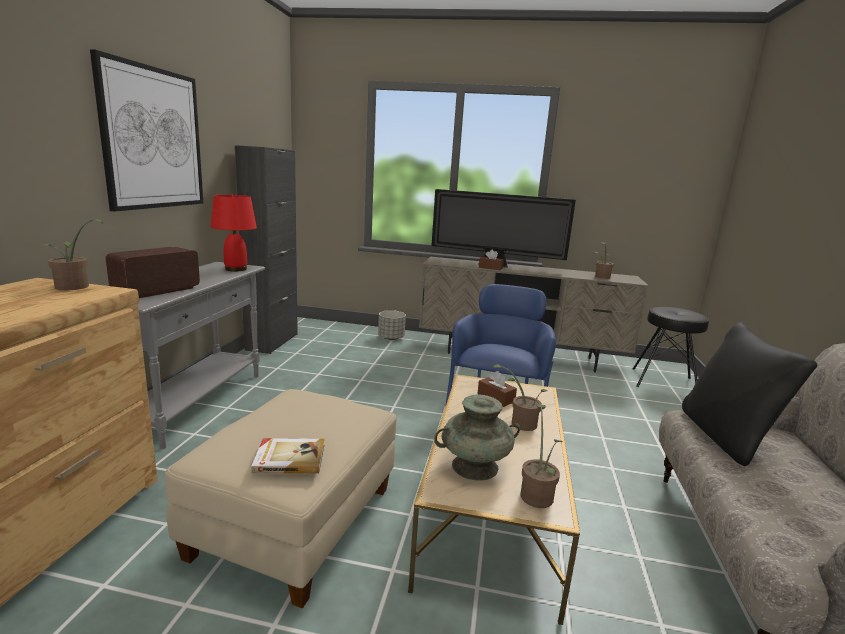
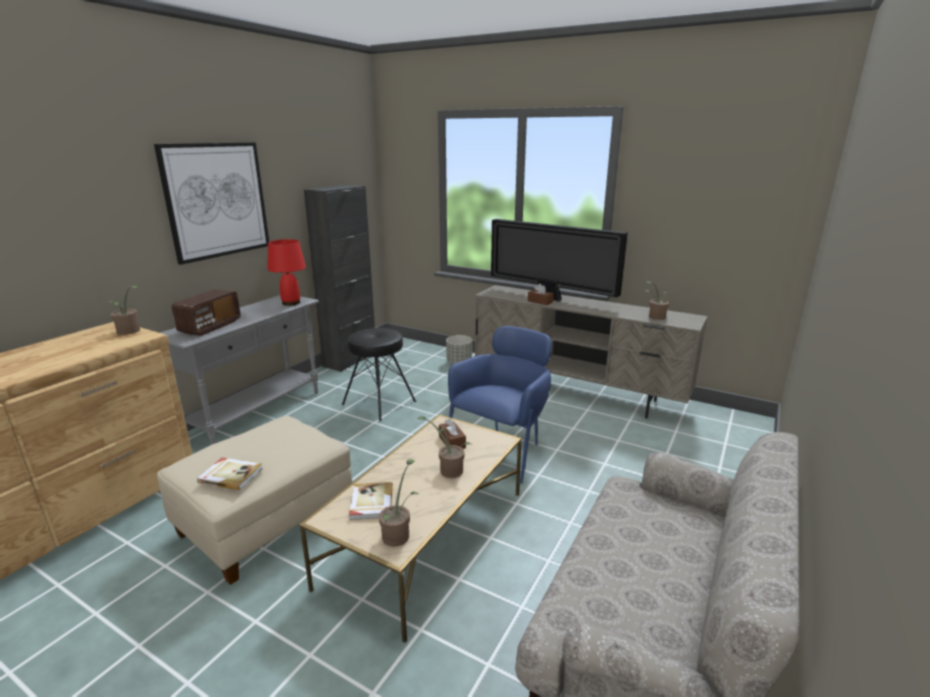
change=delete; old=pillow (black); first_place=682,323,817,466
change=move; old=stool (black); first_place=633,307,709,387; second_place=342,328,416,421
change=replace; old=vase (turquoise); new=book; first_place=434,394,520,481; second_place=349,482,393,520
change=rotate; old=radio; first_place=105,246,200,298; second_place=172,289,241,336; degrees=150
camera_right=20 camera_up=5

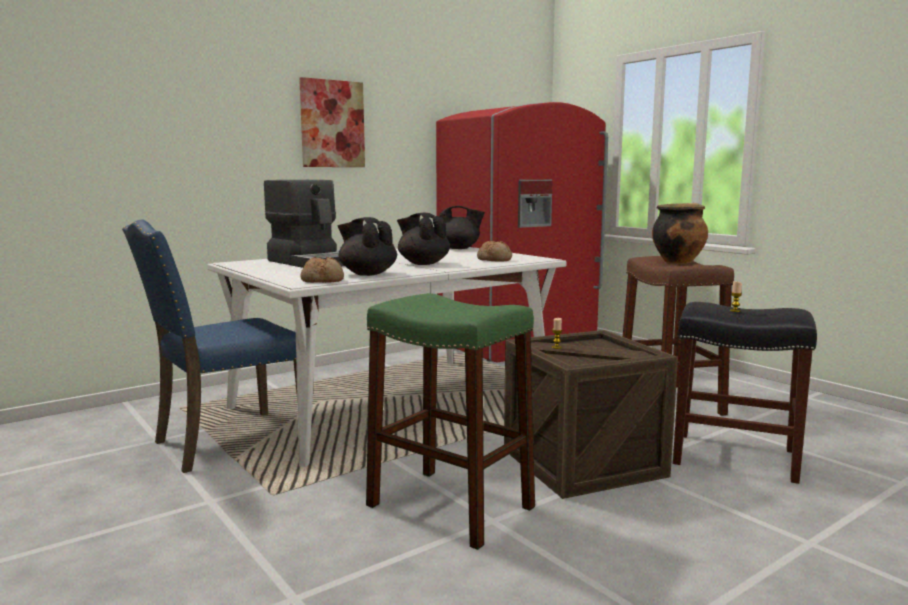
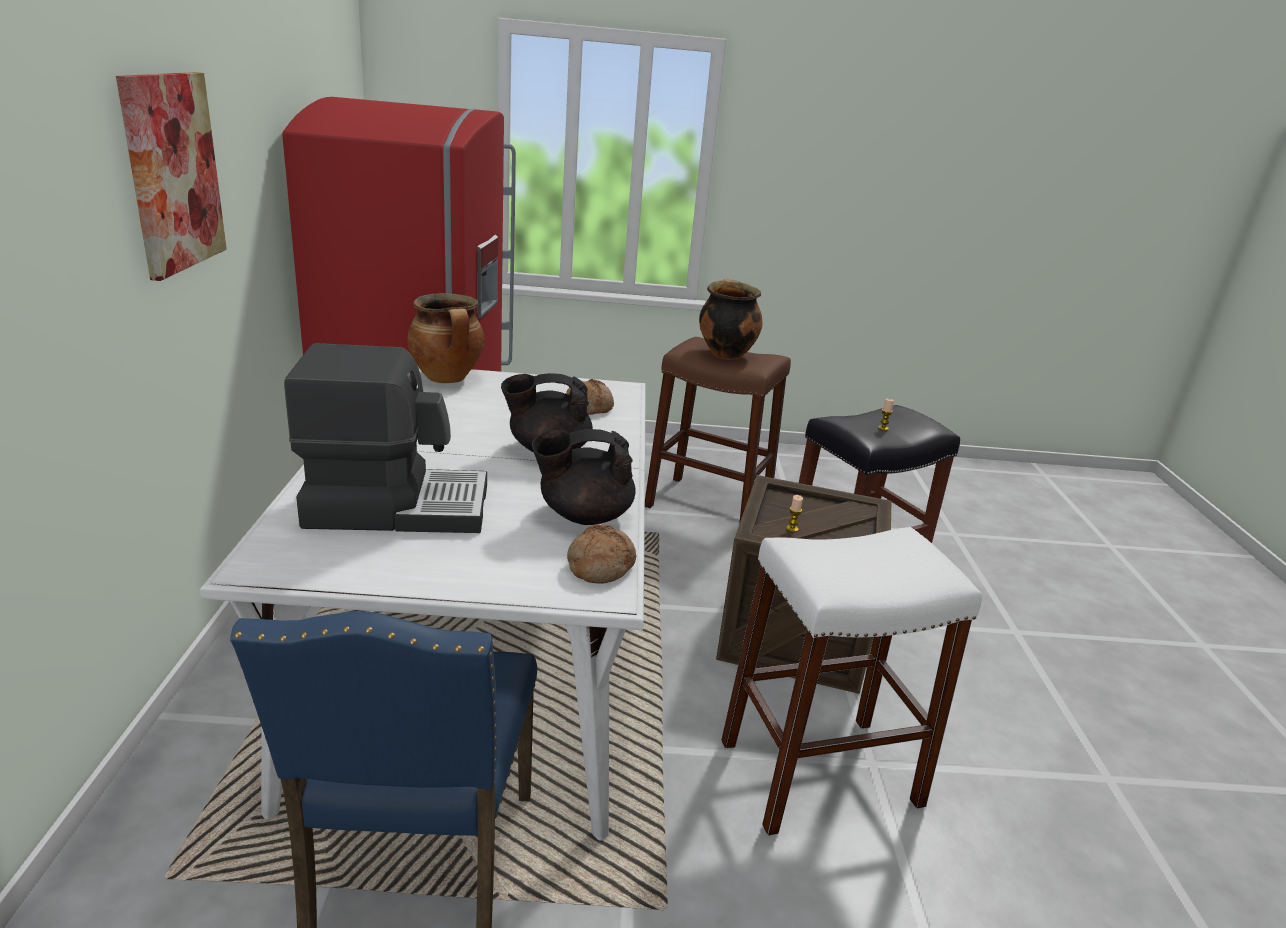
change=replace; old=teapot (black); new=cooking pot; first_place=439,206,485,249; second_place=407,293,484,383
change=recolor; old=stool (green); new=stool (white); first_place=366,293,535,550; second_place=721,527,982,836
camera_right=-55 camera_up=15

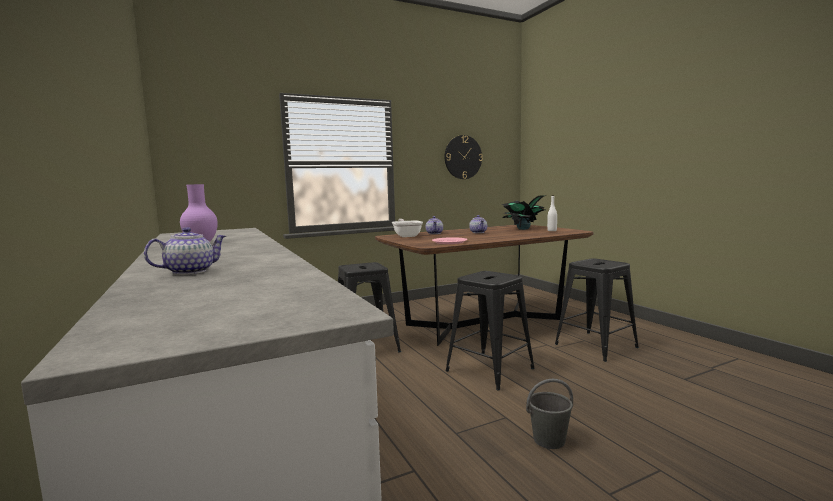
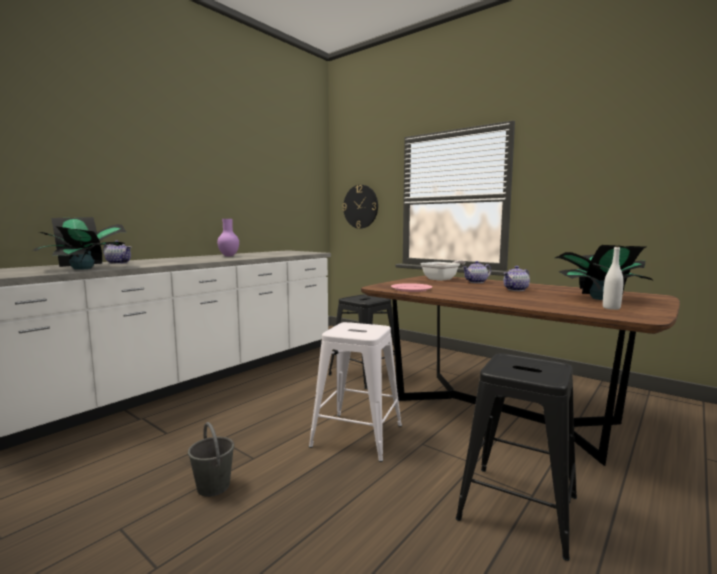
change=insert; new=potted plant; second_place=32,217,126,270
change=move; old=wall clock; first_place=445,135,483,179; second_place=343,185,378,229
change=recolor; old=stool (black); new=stool (white); first_place=445,271,535,391; second_place=309,322,402,462
camera_right=65 camera_up=0

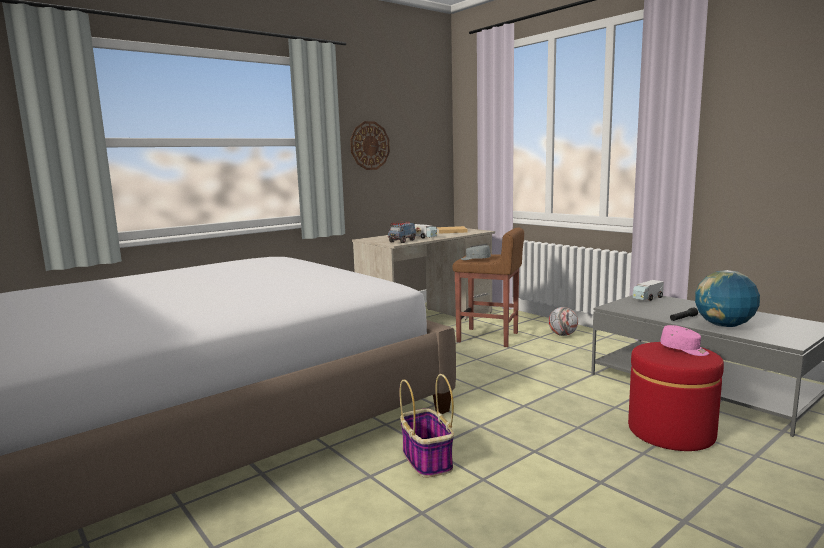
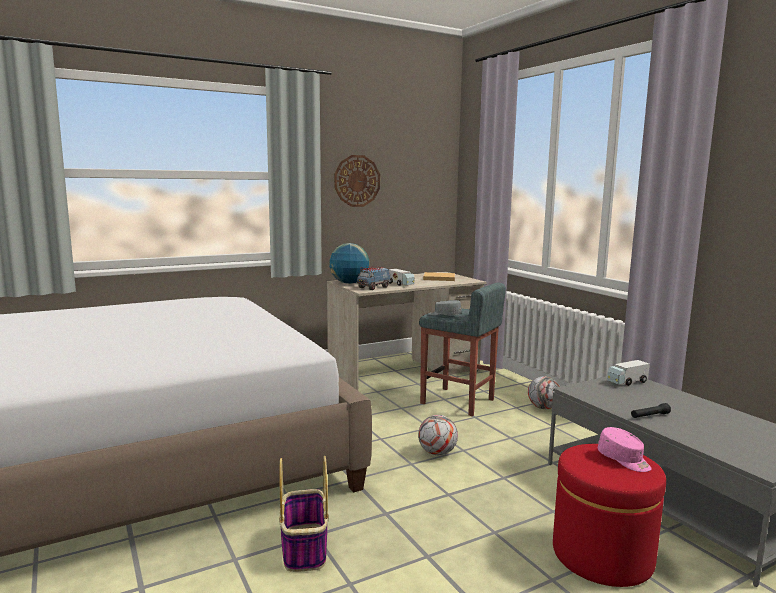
change=insert; new=football; second_place=418,415,458,455
change=move; old=globe; first_place=695,270,760,327; second_place=329,243,369,284
change=recolor; old=stool (brown); new=stool (grey); first_place=452,227,524,347; second_place=419,282,506,416
camera_right=10 camera_up=0

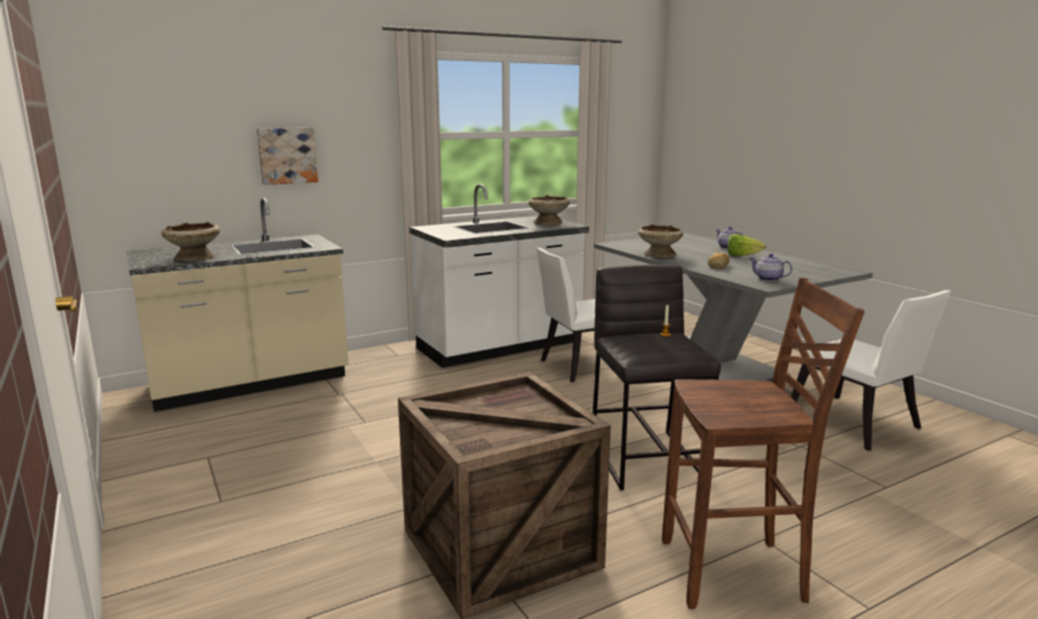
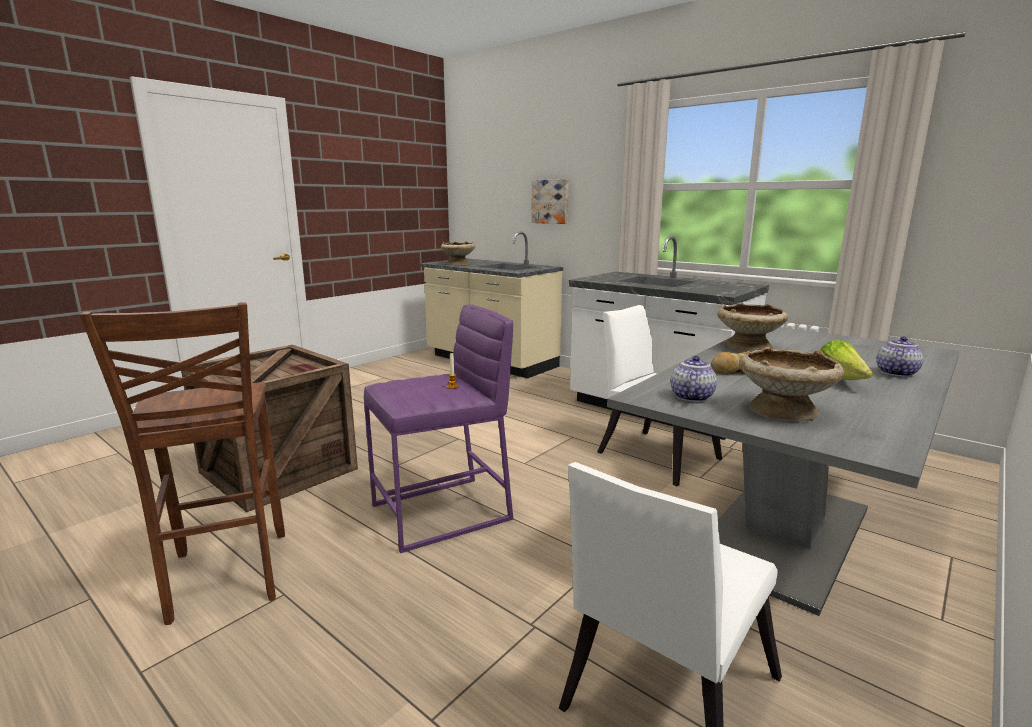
change=move; old=bowl (beige); first_place=529,194,570,225; second_place=739,347,844,421
change=recolor; old=stool (grey); new=stool (purple); first_place=593,264,721,490; second_place=364,304,513,553
camera_right=70 camera_up=0

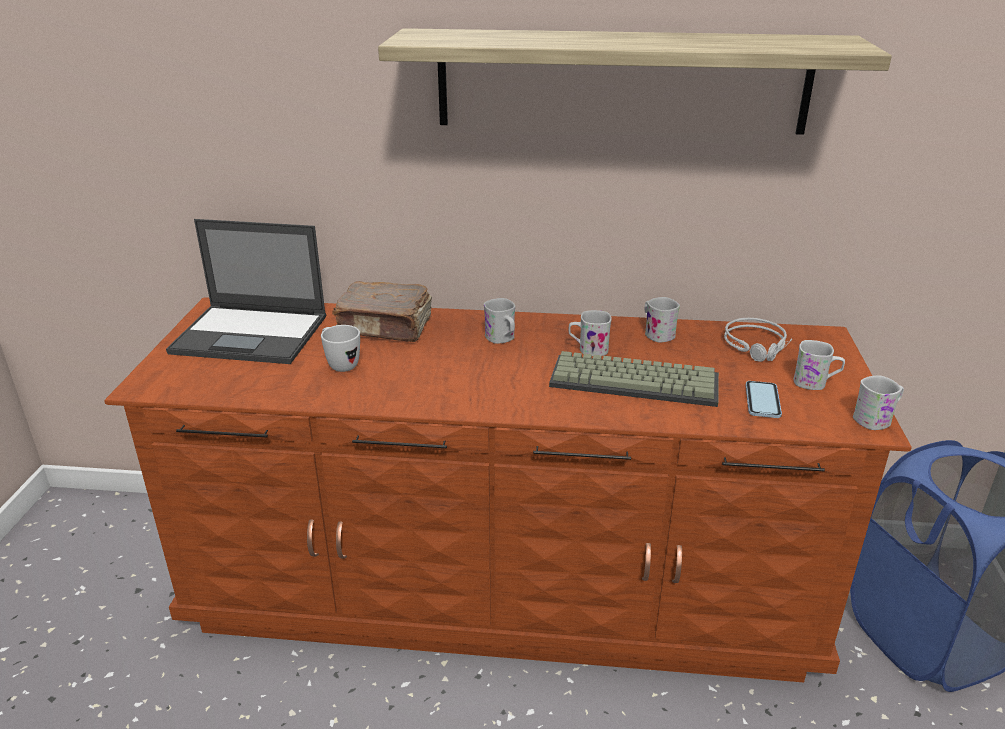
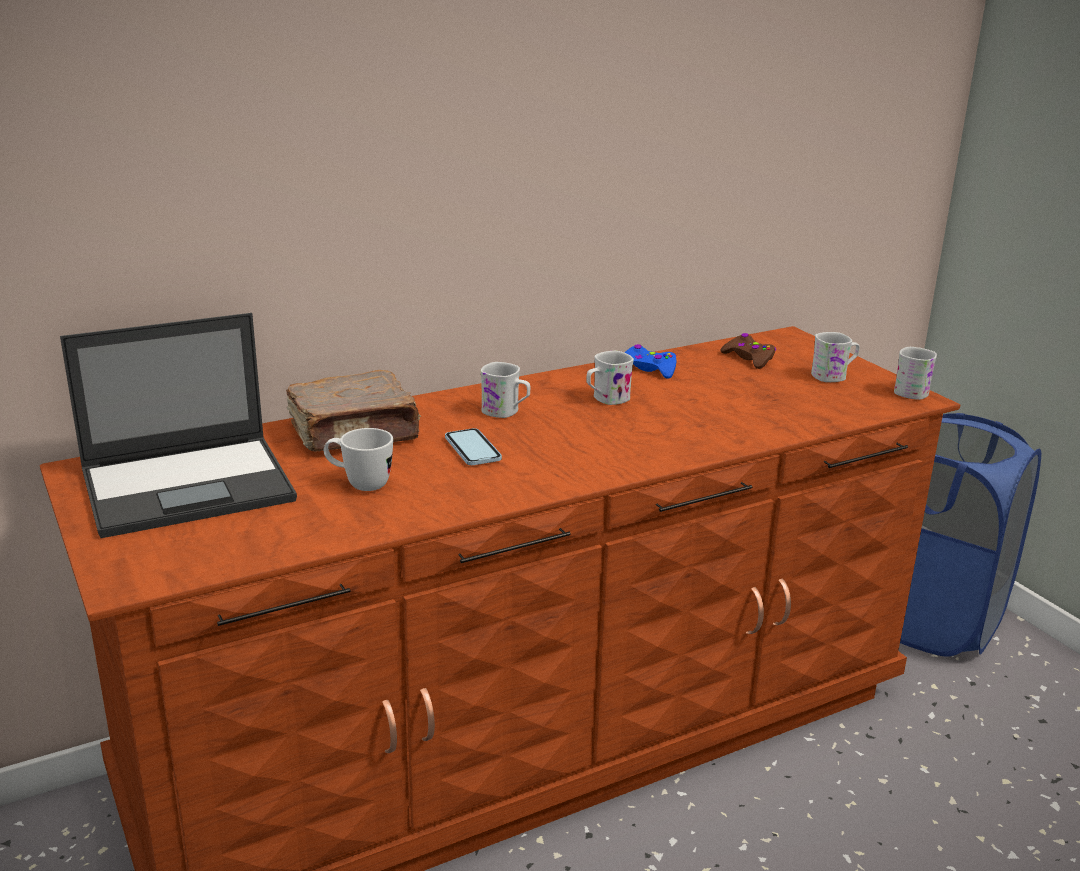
change=delete; old=shelf; first_place=378,28,892,135
change=delete; old=keyboard; first_place=549,351,719,407
change=move; old=phone; first_place=745,381,782,418; second_place=445,428,502,465
change=replace; old=mug (white); new=game controller (blue); first_place=644,297,680,342; second_place=625,344,677,379
change=replace; old=headphones (grey); new=game controller (brown); first_place=724,318,792,362; second_place=720,333,776,369
camera_right=-35 camera_up=-5

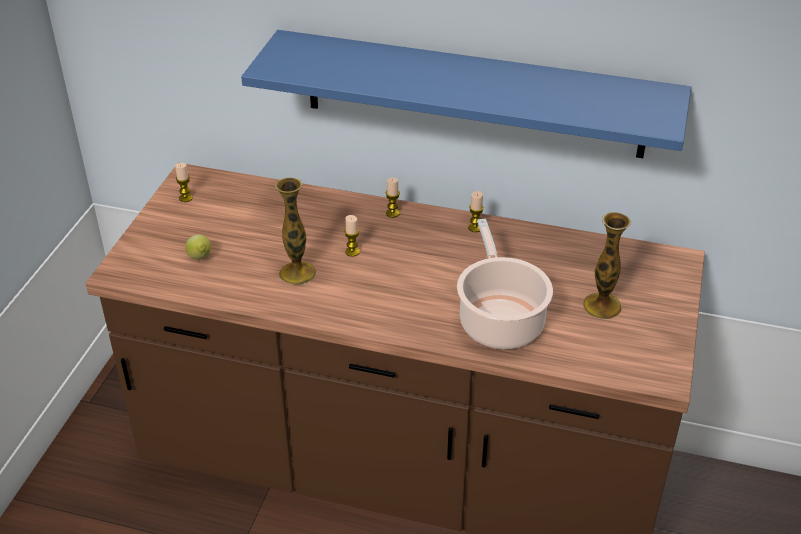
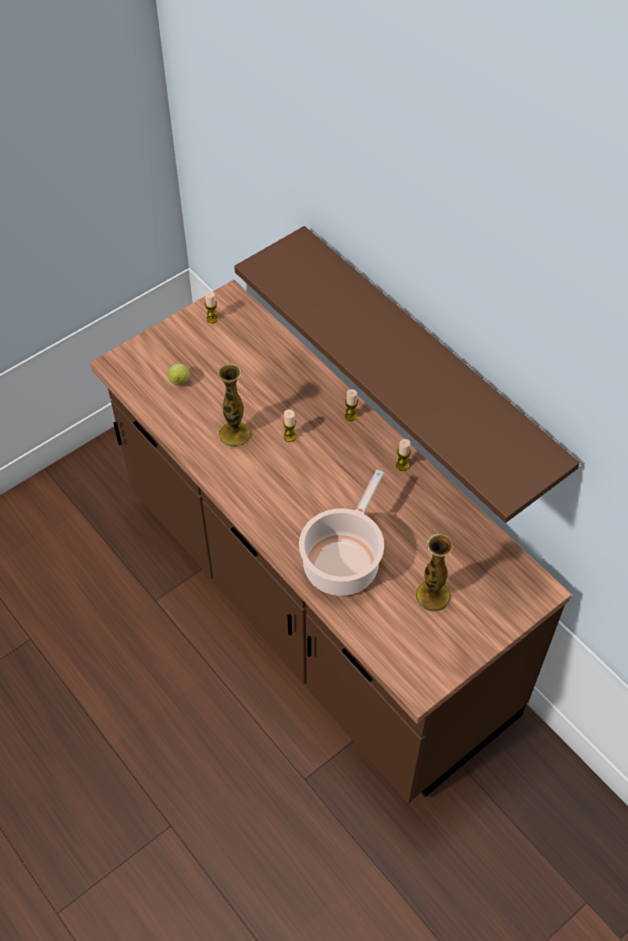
change=recolor; old=shelf (blue); new=shelf (brown); first_place=241,30,691,158; second_place=234,226,580,523
camera_right=35 camera_up=15

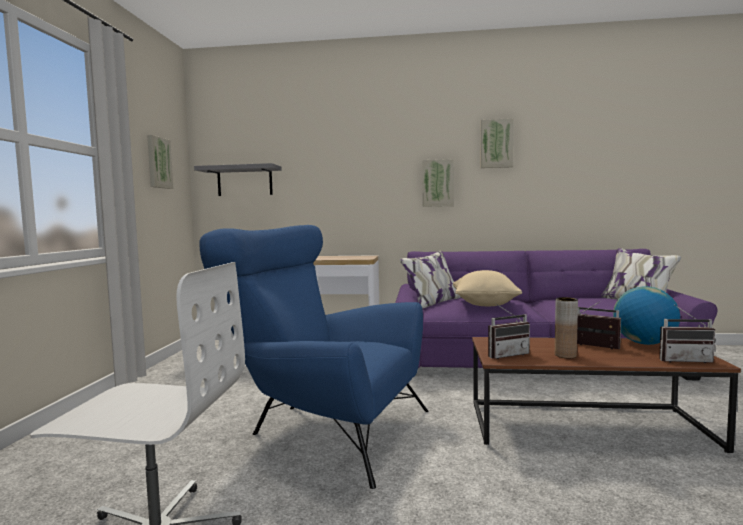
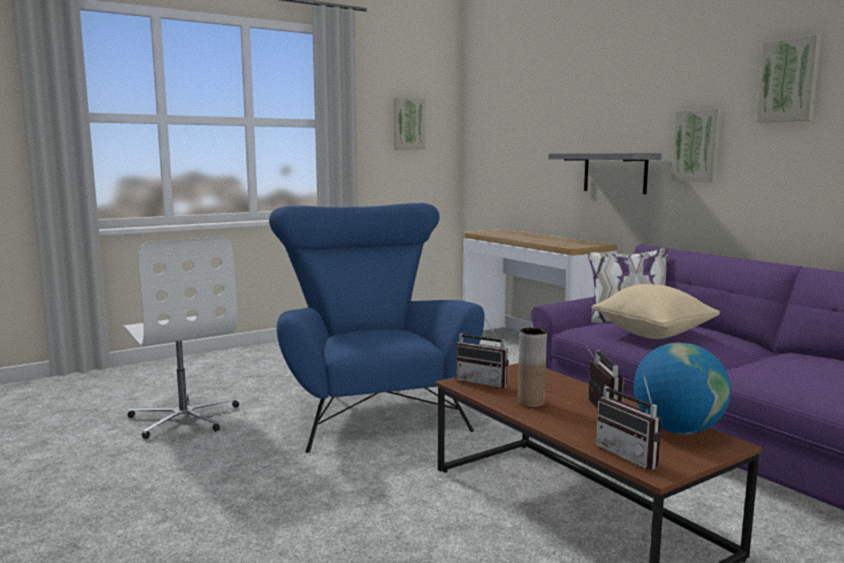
change=move; old=shelf (grey); first_place=194,163,282,196; second_place=548,153,661,194
camera_right=50 camera_up=5

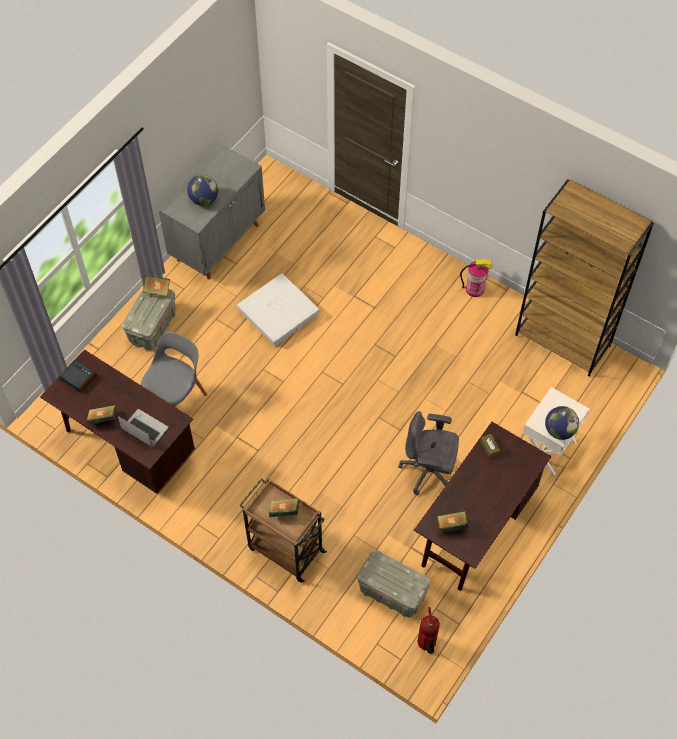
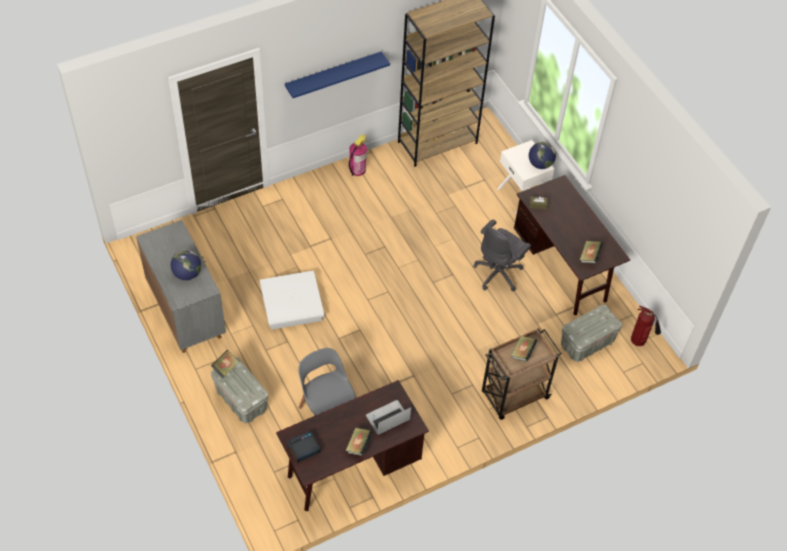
change=insert; new=shelf (blue); second_place=285,51,390,98
camera_right=-65 camera_up=-5

